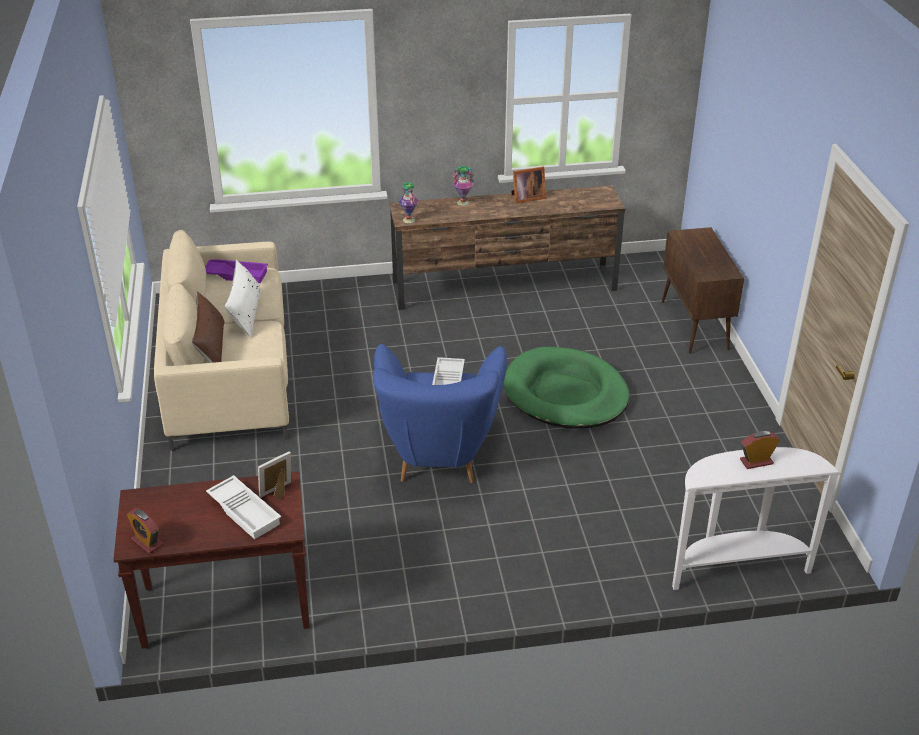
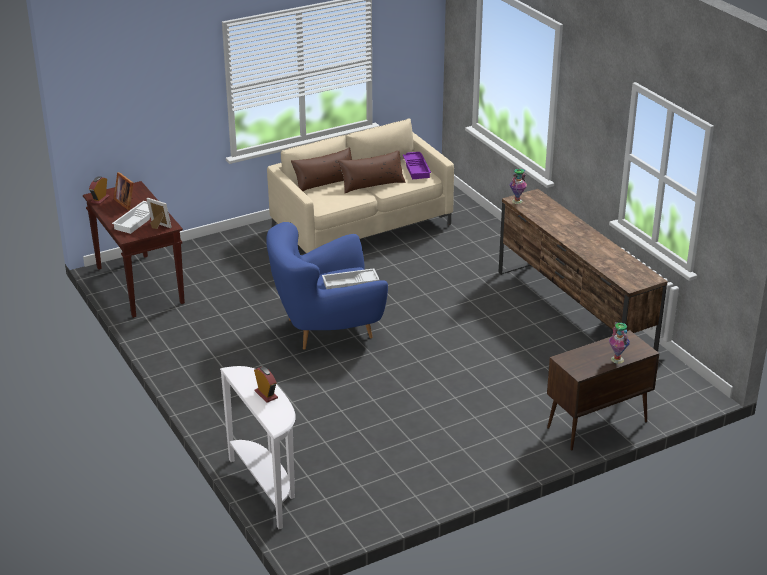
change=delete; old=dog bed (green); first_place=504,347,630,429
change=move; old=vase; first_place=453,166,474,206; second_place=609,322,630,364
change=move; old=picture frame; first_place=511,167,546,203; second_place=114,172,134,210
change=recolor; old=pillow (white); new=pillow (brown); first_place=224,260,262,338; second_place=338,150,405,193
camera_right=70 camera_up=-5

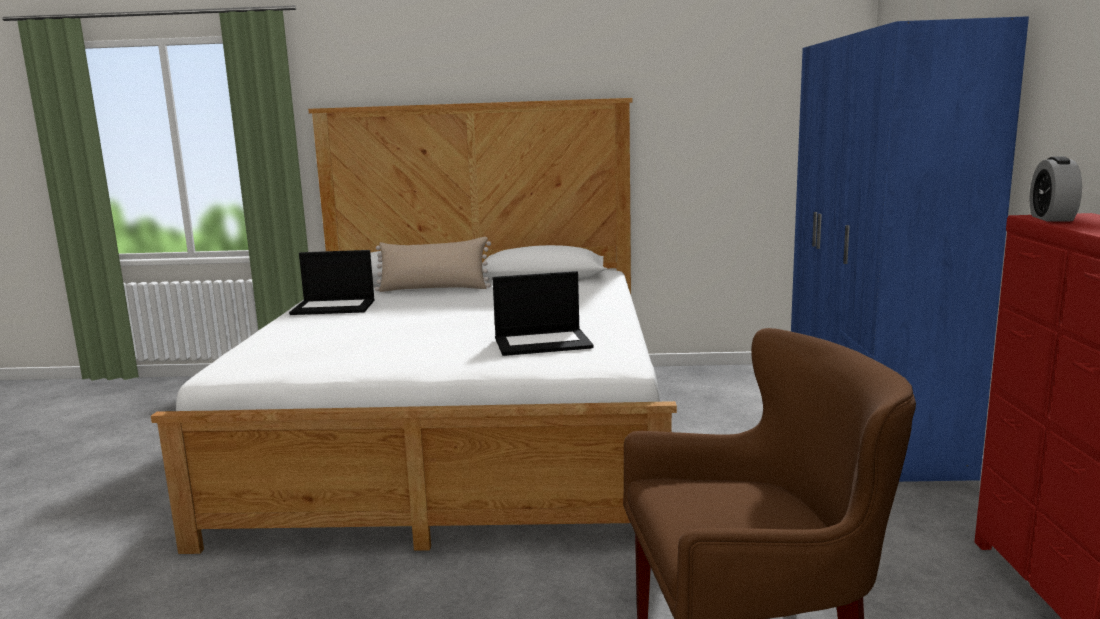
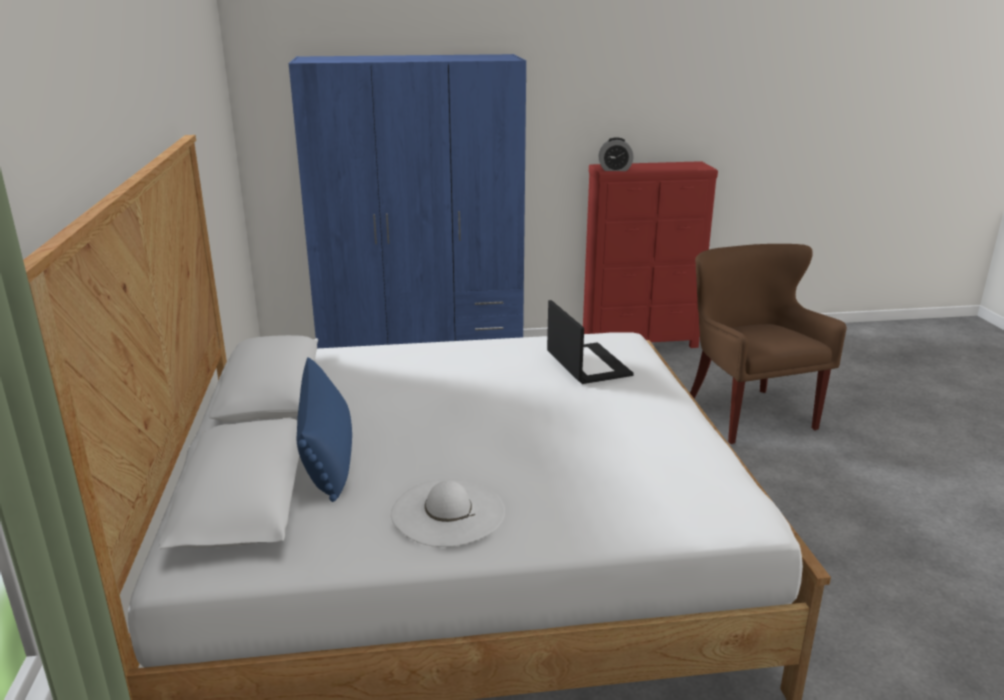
change=replace; old=laptop; new=hat (white); first_place=289,250,374,315; second_place=390,479,505,547
change=recolor; old=pillow (beige); new=pillow (blue); first_place=375,237,491,292; second_place=297,357,352,502
camera_right=-100 camera_up=10

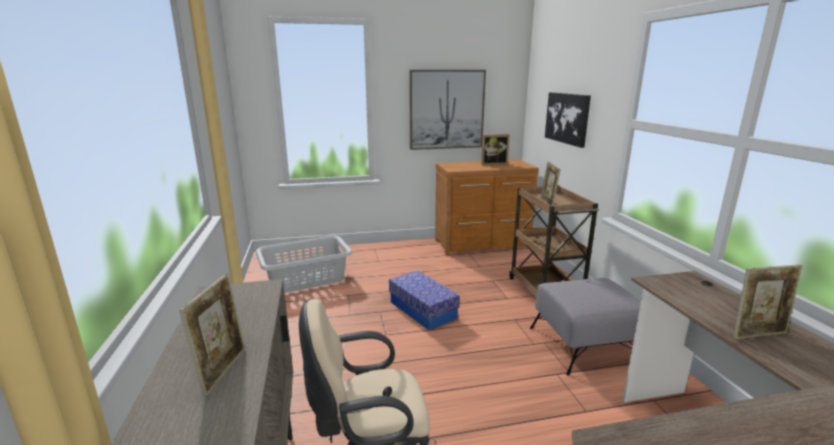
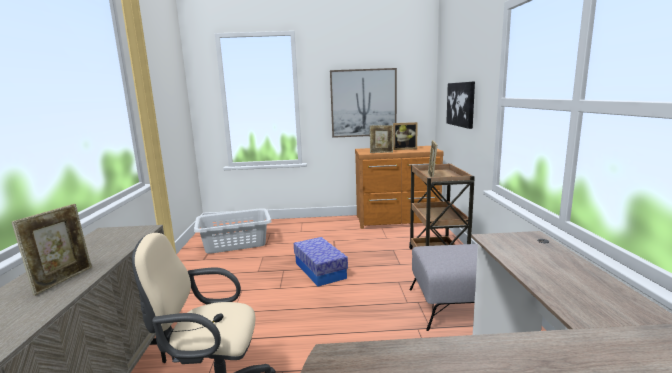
change=move; old=picture frame; first_place=733,265,802,339; second_place=370,125,393,153
camera_right=10 camera_up=-5

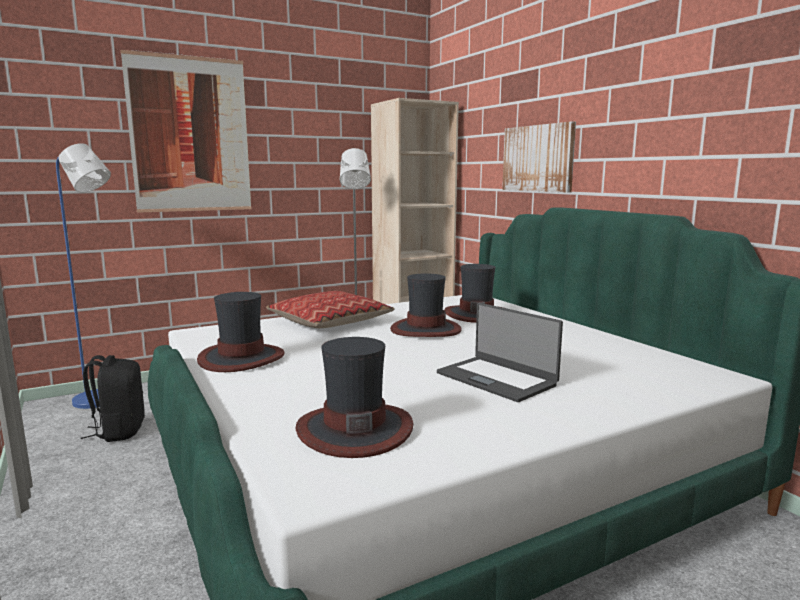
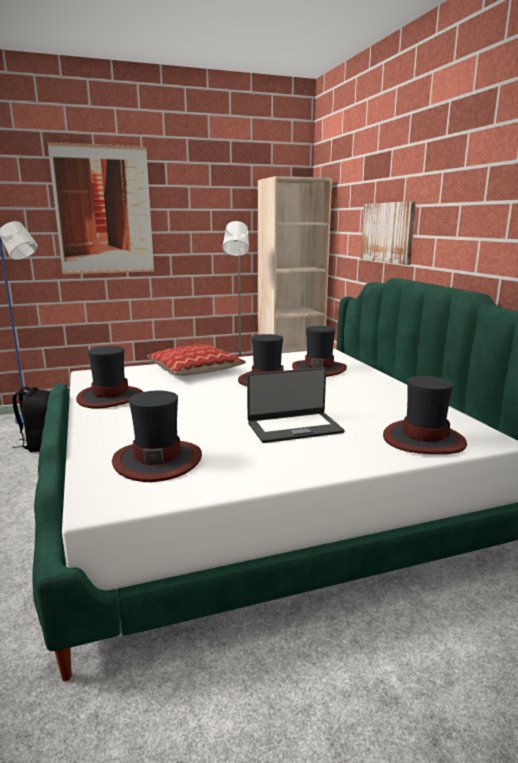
change=insert; new=hat; second_place=383,376,467,454
change=rotate; old=laptop; first_place=437,303,563,402; second_place=247,367,345,443; degrees=-75
camera_right=10 camera_up=5

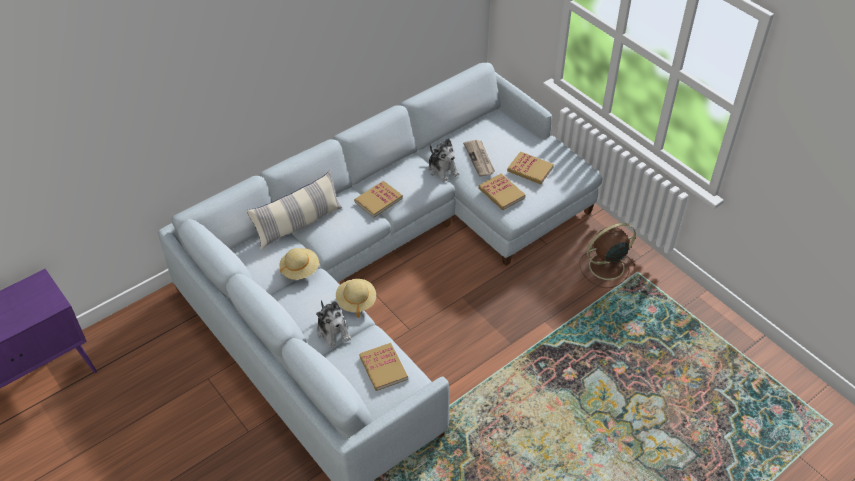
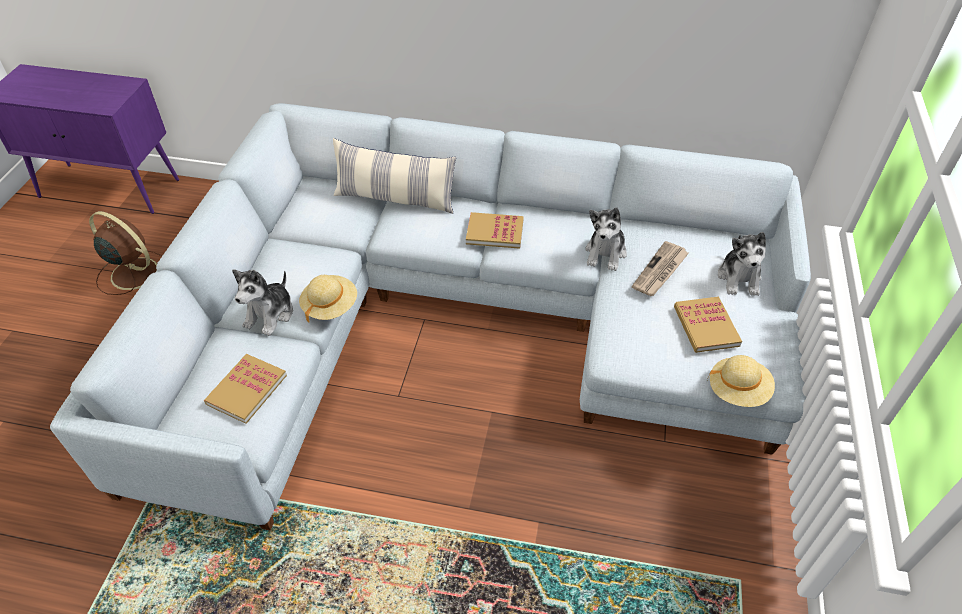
change=delete; old=book; first_place=478,174,526,210
change=insert; new=plush toy; second_place=718,232,766,296
change=move; old=hat (beige); first_place=279,248,319,280; second_place=707,355,775,407
change=move; old=fan (brown); first_place=580,223,636,288; second_place=89,211,162,295
camera_right=50 camera_up=0

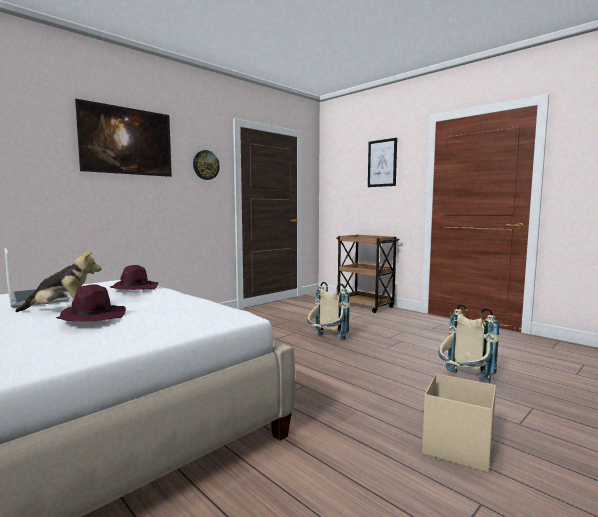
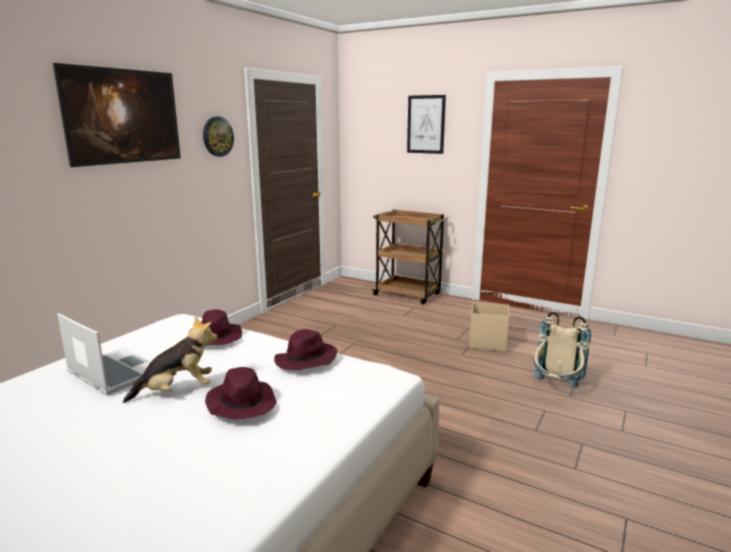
change=delete; old=backpack (beige); first_place=307,282,350,339
change=insert; new=hat (purple); second_place=274,329,337,370
change=move; old=storage box (beige); first_place=422,373,496,473; second_place=469,302,509,352
camera_right=-15 camera_up=10

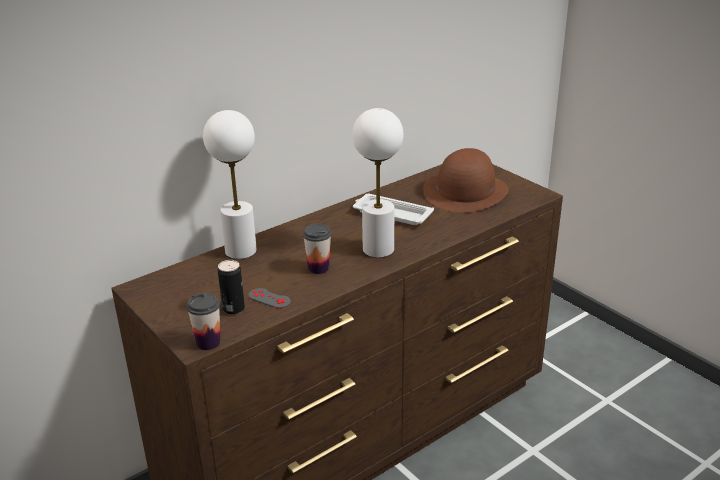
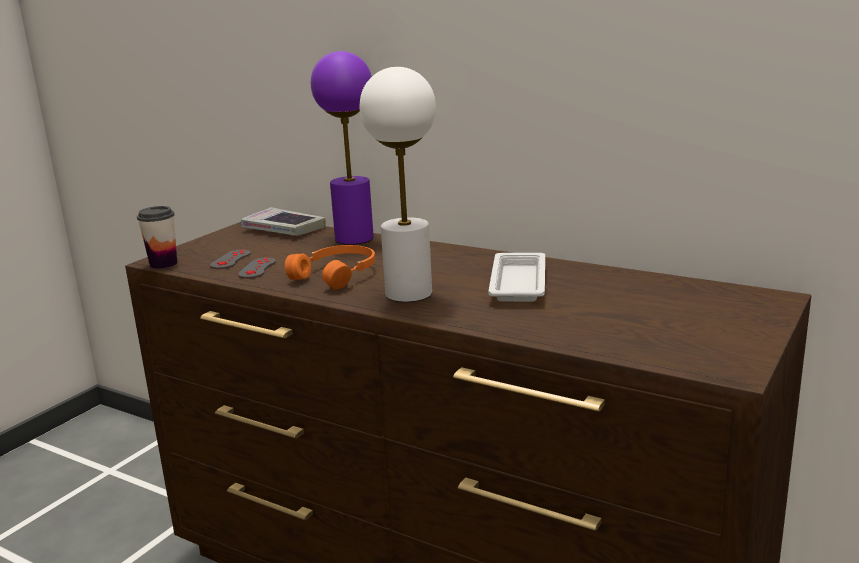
change=delete; old=hat (brown); first_place=423,148,509,212
change=insert; new=book; second_place=241,207,326,236
change=replace; old=can; new=game controller (grey); first_place=218,260,245,315; second_place=210,249,251,269
change=replace; old=cup; new=headphones (orange); first_place=303,224,332,274; second_place=285,245,375,290
change=recolor; old=table lamp (white); new=table lamp (purple); first_place=203,110,257,259; second_place=311,51,374,245
camera_right=70 camera_up=-10

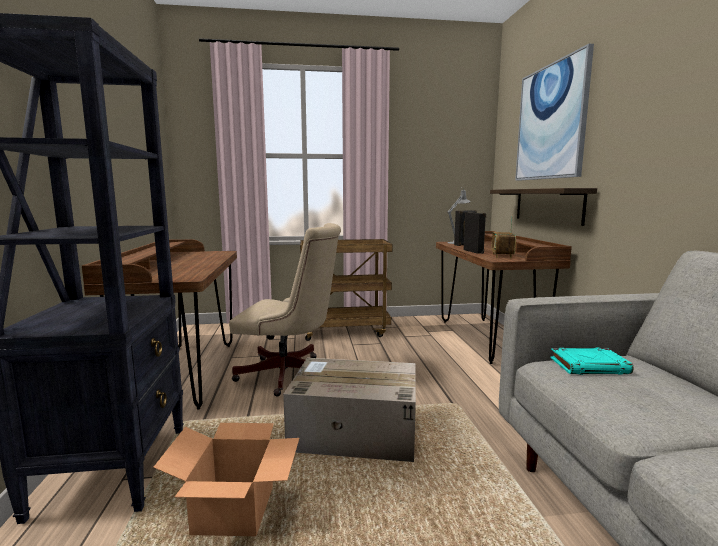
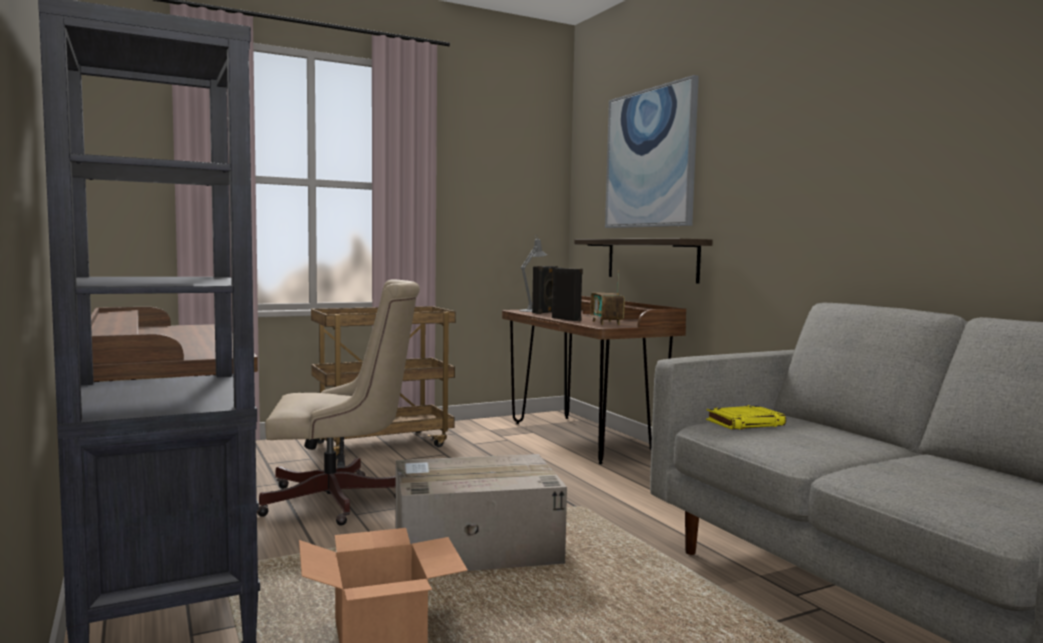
change=recolor; old=book (turquoise); new=book (yellow); first_place=550,347,634,375; second_place=706,405,786,430
camera_right=-20 camera_up=-5

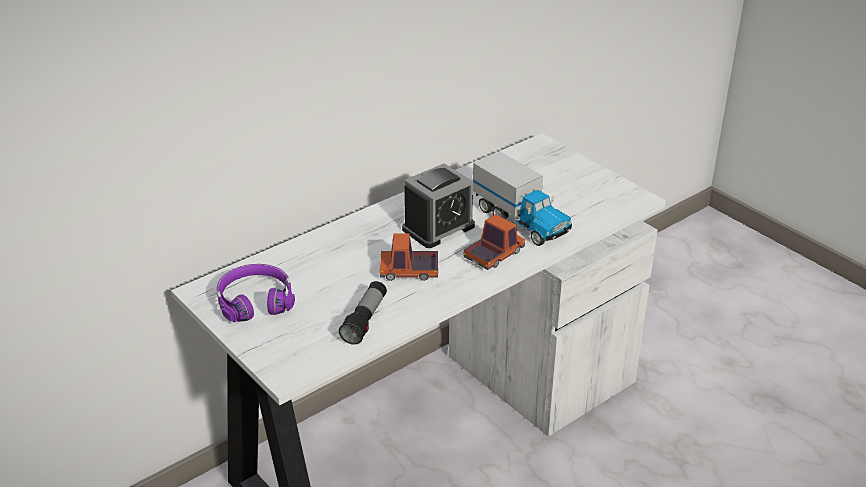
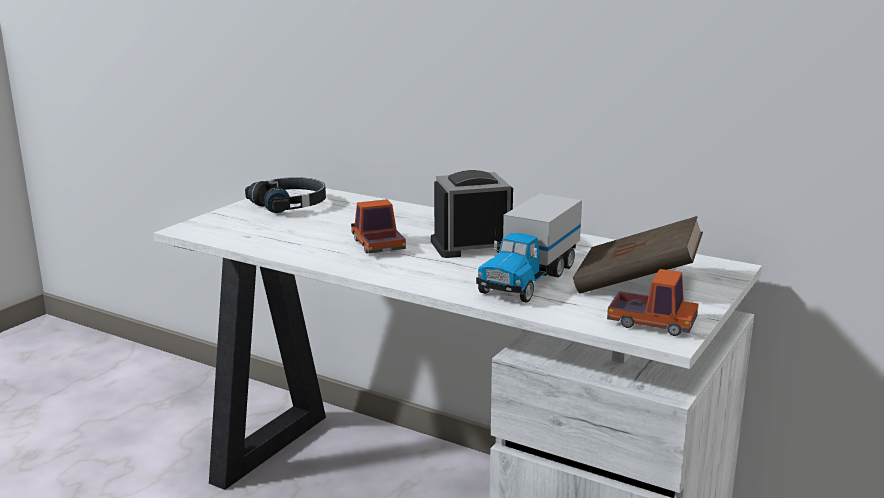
change=delete; old=flashlight; first_place=339,281,387,345
change=insert; new=book (brown); second_place=573,216,703,294
change=move; old=toy truck; first_place=464,214,525,270; second_place=607,269,699,336
change=recolor; old=headphones (purple); new=headphones (black); first_place=217,264,295,322; second_place=245,177,326,213
change=rotate; old=alarm clock; first_place=402,163,475,248; second_place=431,170,513,258; degrees=135
camera_right=70 camera_up=-15

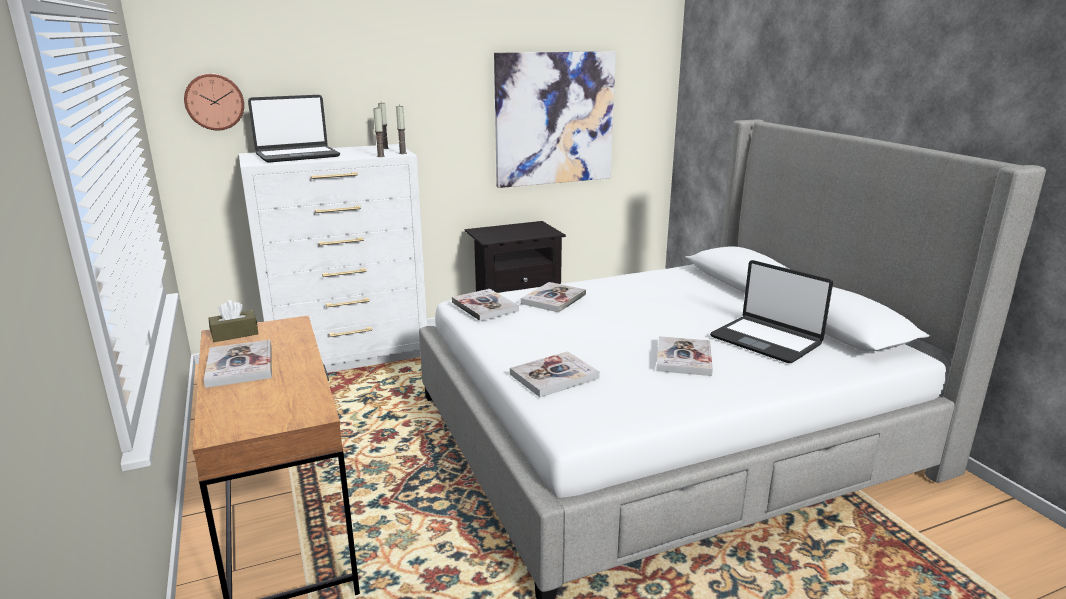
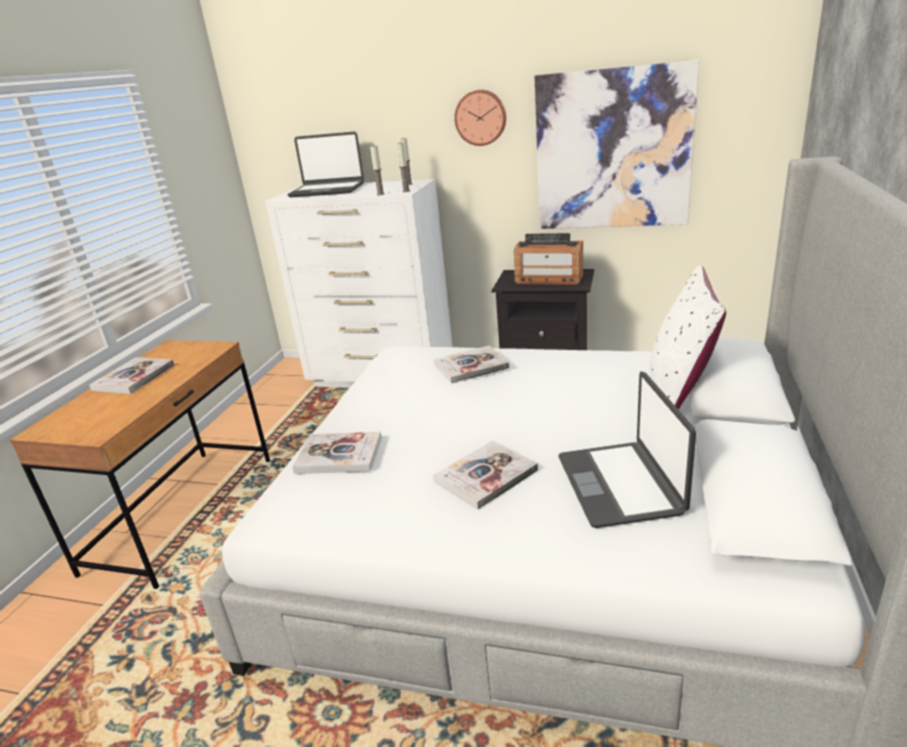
change=delete; old=tissue box (brown); first_place=209,300,258,342
change=delete; old=book; first_place=452,289,519,321
change=insert; new=radio; second_place=514,233,583,285
change=insert; new=pillow (white); second_place=649,265,726,410
change=move; old=wall clock; first_place=184,73,244,130; second_place=454,90,506,146
camera_right=40 camera_up=5

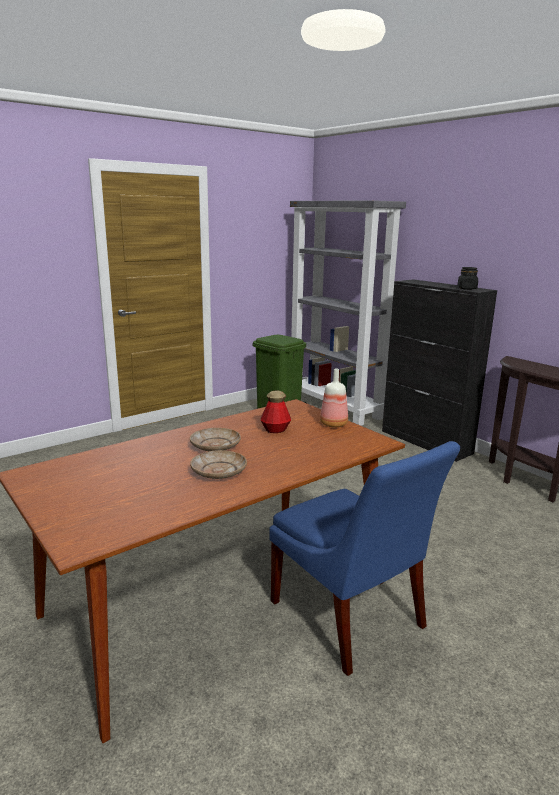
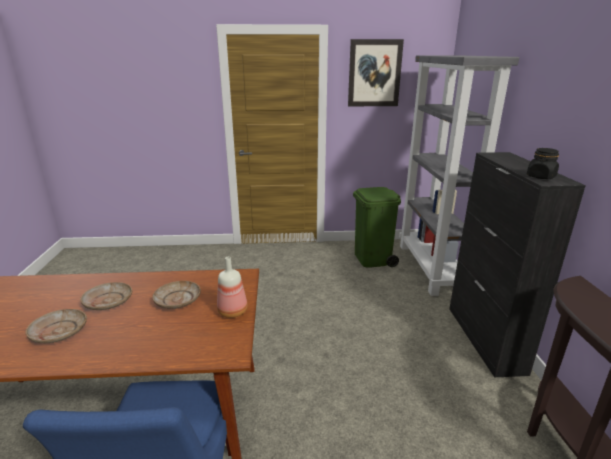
change=insert; new=picture; second_place=348,39,404,106
change=replace; old=bottle; new=plate (beige); first_place=261,391,291,433; second_place=153,281,201,309
camera_right=35 camera_up=5

